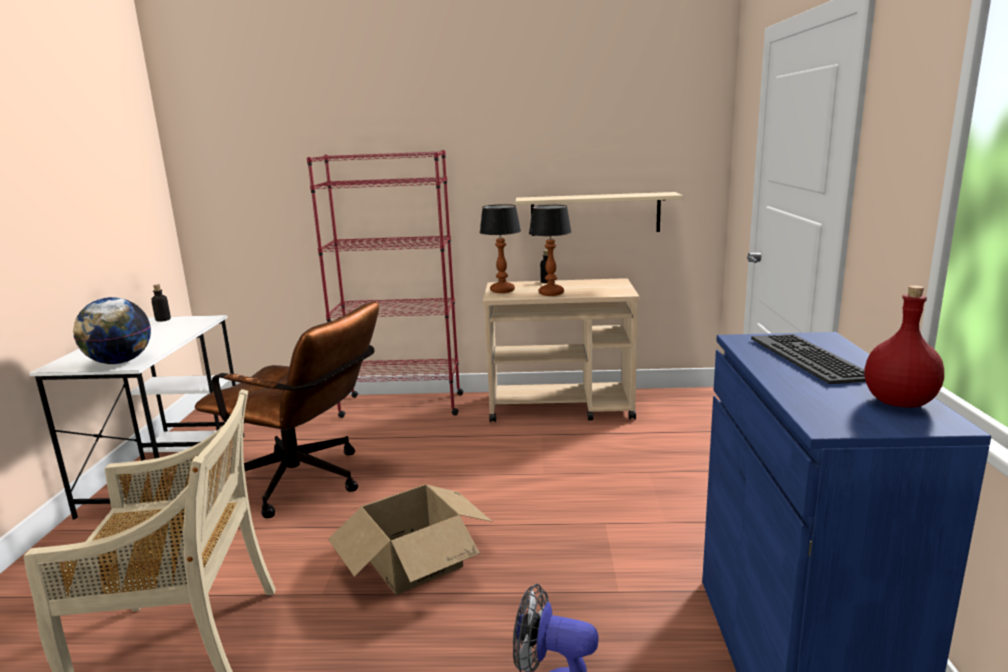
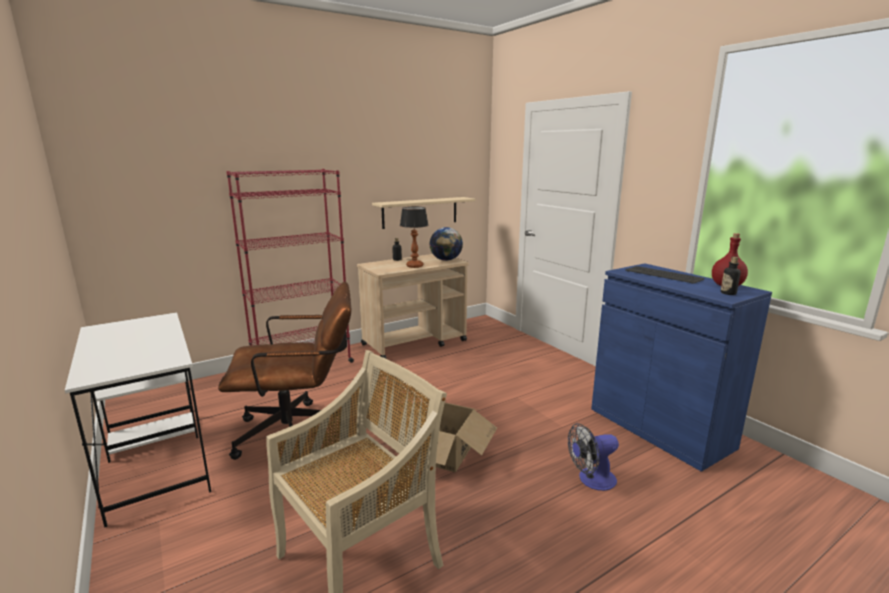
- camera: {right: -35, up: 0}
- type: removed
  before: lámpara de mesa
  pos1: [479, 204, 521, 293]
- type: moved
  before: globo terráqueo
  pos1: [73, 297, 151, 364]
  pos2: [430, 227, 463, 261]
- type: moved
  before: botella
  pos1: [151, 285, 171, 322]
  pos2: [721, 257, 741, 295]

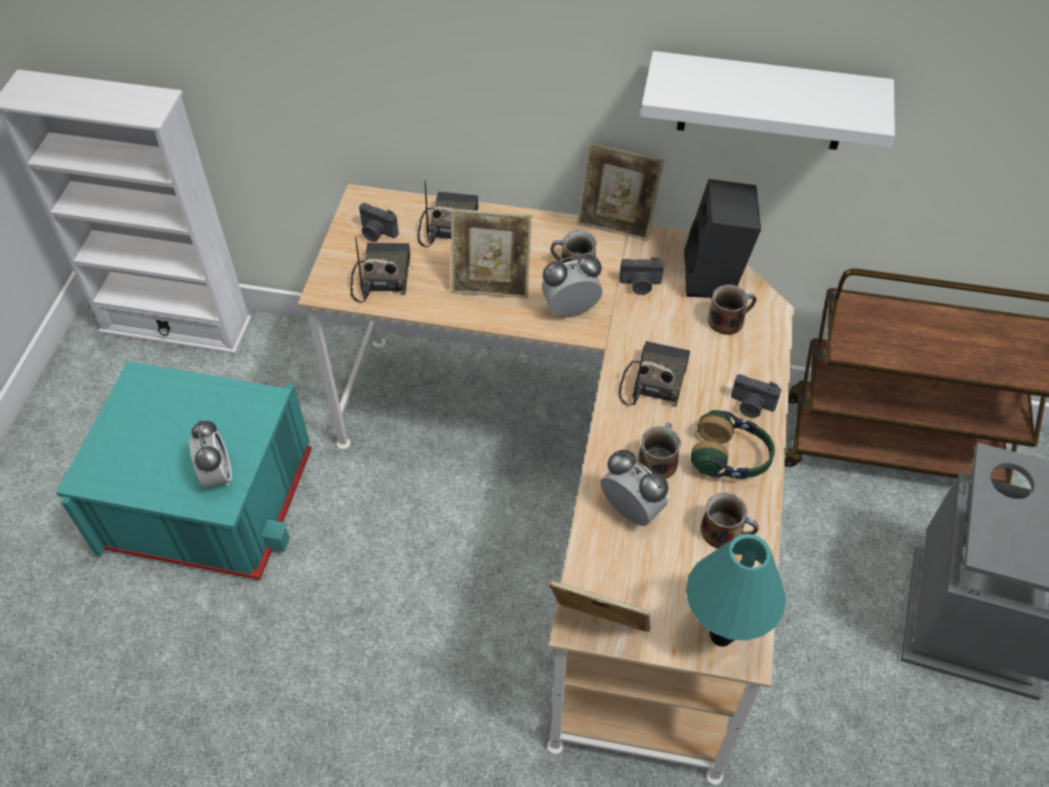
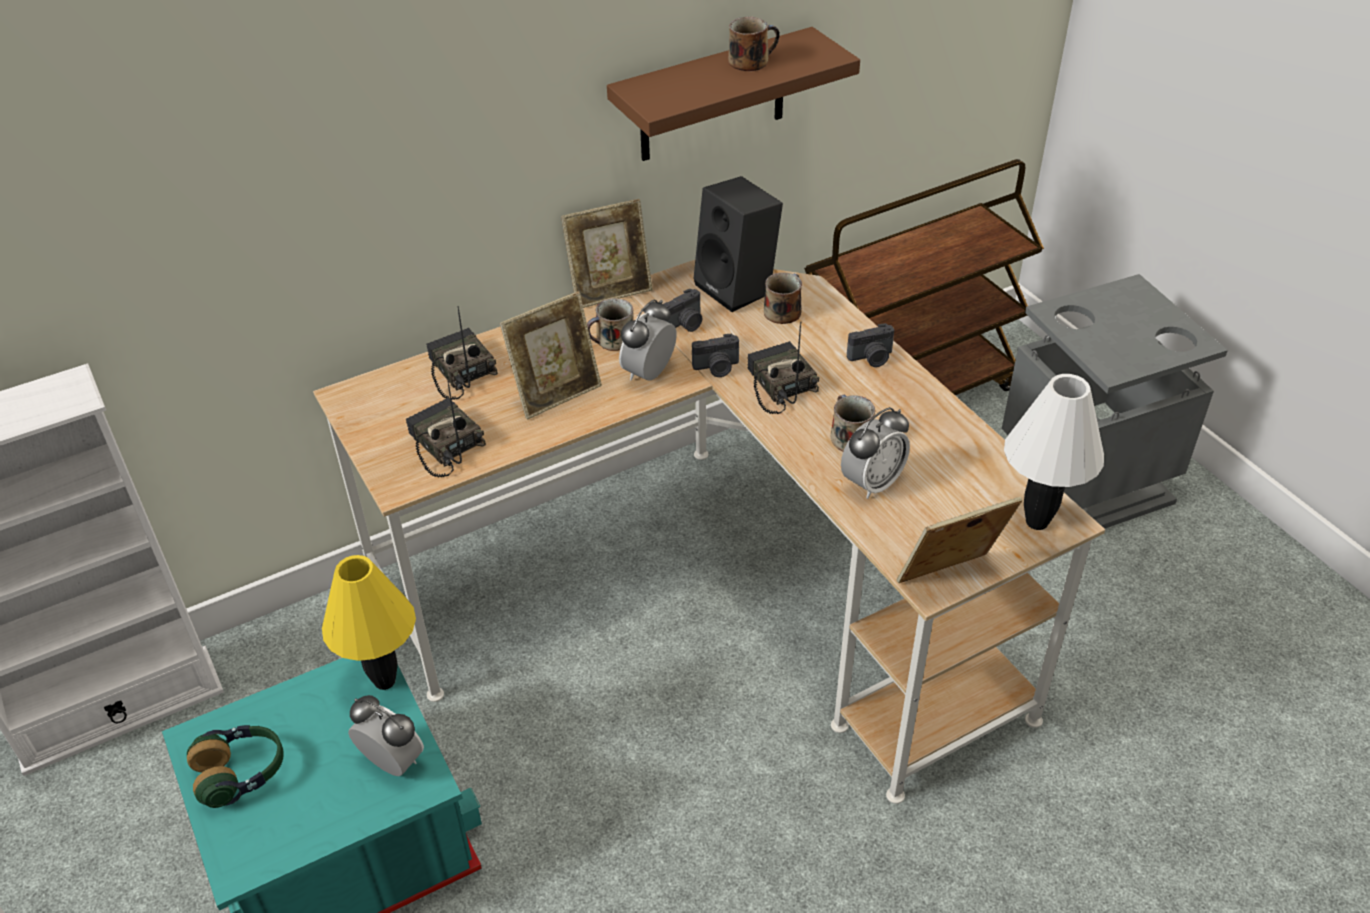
- camera: {right: -40, up: -10}
- type: added
  after: lámpara de mesa/amarillo
  pos2: [322, 555, 416, 690]
- type: moved
  before: cámara
  pos1: [359, 203, 399, 242]
  pos2: [692, 334, 739, 377]
- type: moved
  before: auriculares
  pos1: [691, 410, 775, 479]
  pos2: [187, 725, 284, 808]
- type: moved
  before: taza grande
  pos1: [701, 492, 759, 548]
  pos2: [729, 16, 780, 71]
- type: recoloured
  before: estante/blanco
  after: estante/marrón
  pos1: [641, 51, 895, 150]
  pos2: [607, 27, 860, 161]
- type: recoloured
  before: lámpara de mesa/turquesa
  after: lámpara de mesa/blanco
  pos1: [686, 534, 786, 647]
  pos2: [1004, 374, 1104, 530]
- type: turned
  before: despertador
  pos1: [600, 450, 669, 526]
  pos2: [841, 407, 910, 499]
  turn: 135

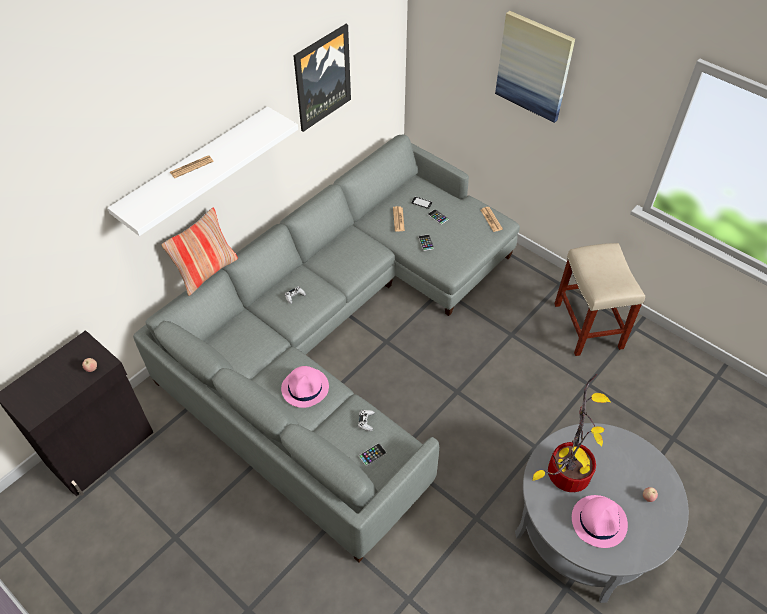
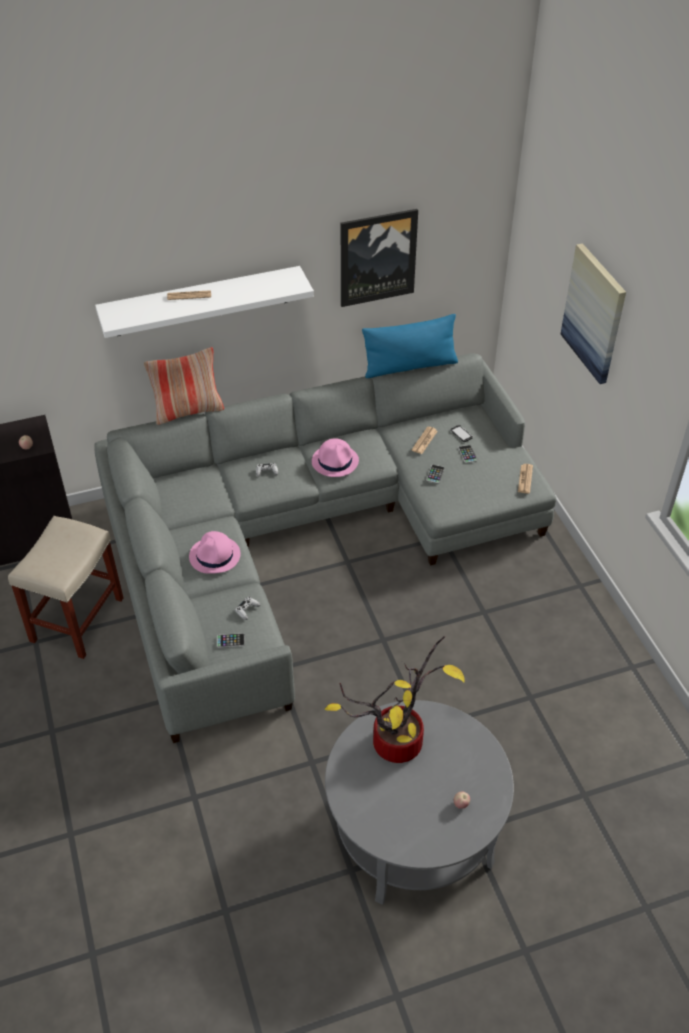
- camera: {right: 30, up: -5}
- type: added
  after: cojín/azul
  pos2: [362, 314, 458, 378]
- type: moved
  before: taburete/beis
  pos1: [554, 243, 645, 356]
  pos2: [8, 516, 123, 659]
- type: moved
  before: sombrero/rosa
  pos1: [572, 495, 628, 548]
  pos2: [312, 438, 359, 477]

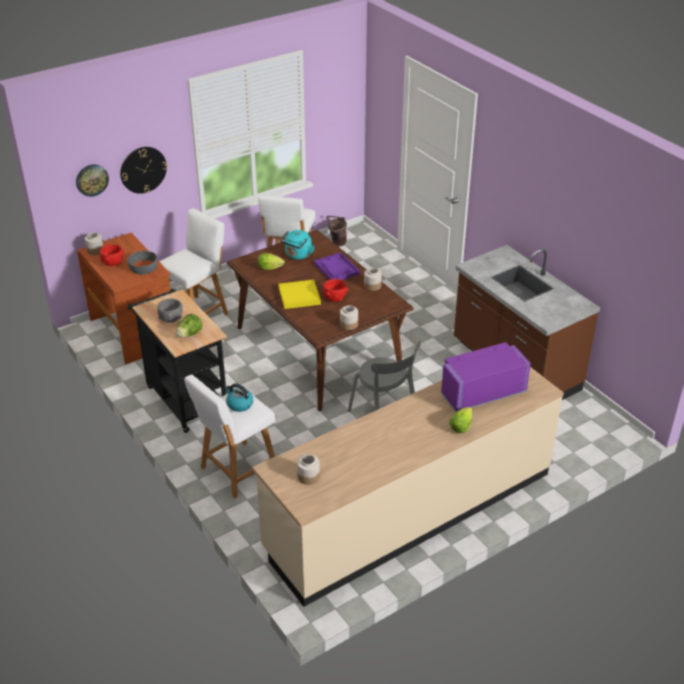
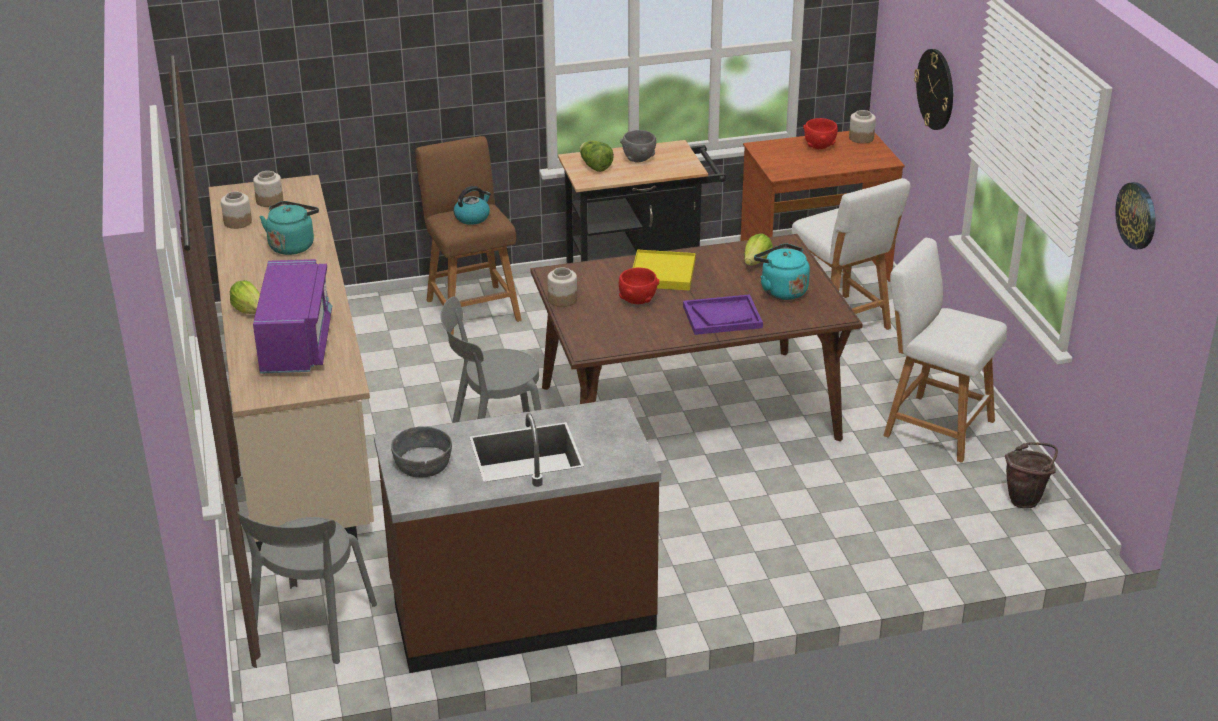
- camera: {right: 110, up: -5}
- type: added
  after: silla/gris
  pos2: [238, 511, 377, 664]
- type: added
  after: hervidor/turquesa
  pos2: [260, 201, 319, 255]
- type: moved
  before: reloj de pared
  pos1: [76, 164, 109, 197]
  pos2: [1115, 182, 1155, 250]
- type: moved
  before: cuenco/gris
  pos1: [128, 250, 157, 274]
  pos2: [391, 426, 452, 478]
- type: moved
  before: tarro
  pos1: [364, 267, 382, 291]
  pos2: [221, 191, 252, 229]
- type: recoloured
  before: taburete/blanco
  after: taburete/marrón
  pos1: [184, 375, 275, 498]
  pos2: [415, 136, 522, 335]

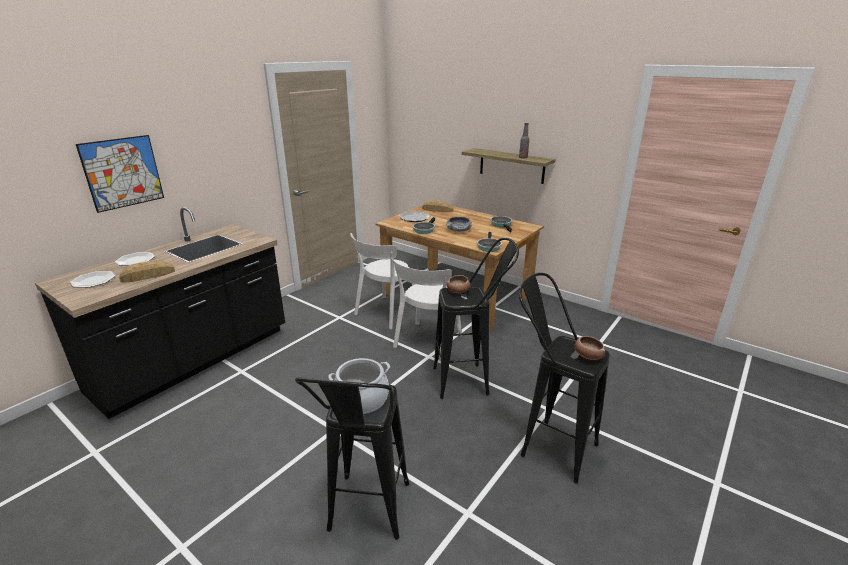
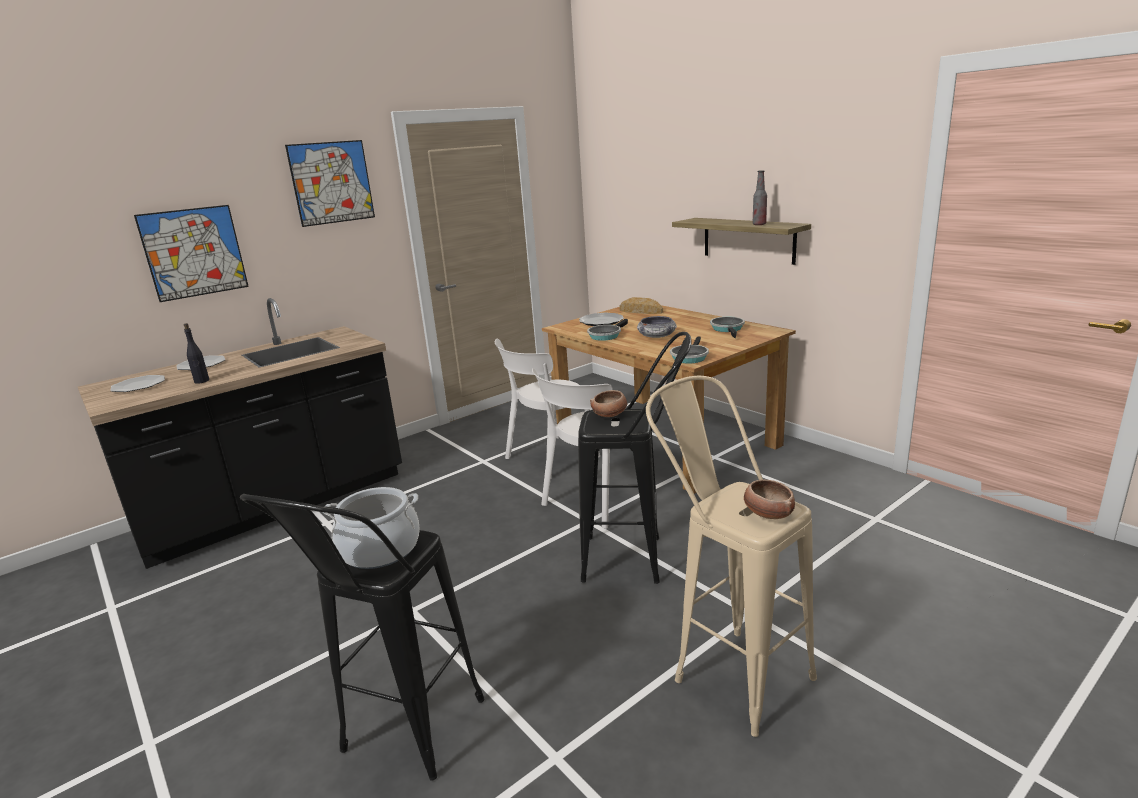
- camera: {right: 15, up: -5}
- type: added
  after: cuadro
  pos2: [285, 140, 375, 227]
- type: replaced
  before: pan
  after: botella/negro
  pos1: [119, 260, 175, 282]
  pos2: [184, 323, 209, 384]
- type: recoloured
  before: taburete/negro
  after: taburete/beis
  pos1: [519, 273, 610, 484]
  pos2: [646, 376, 817, 737]

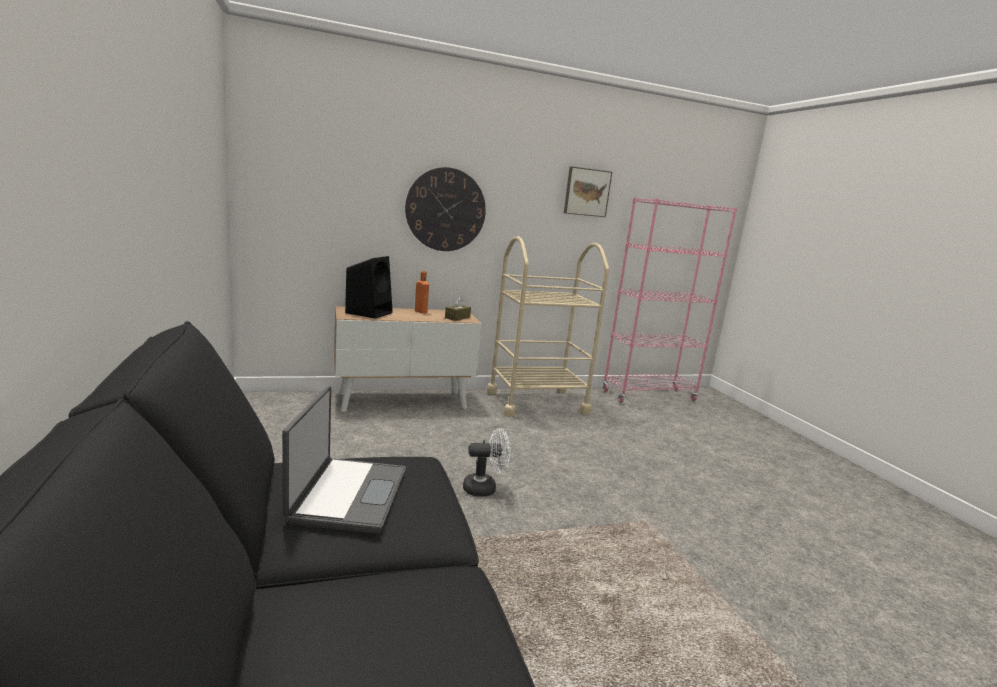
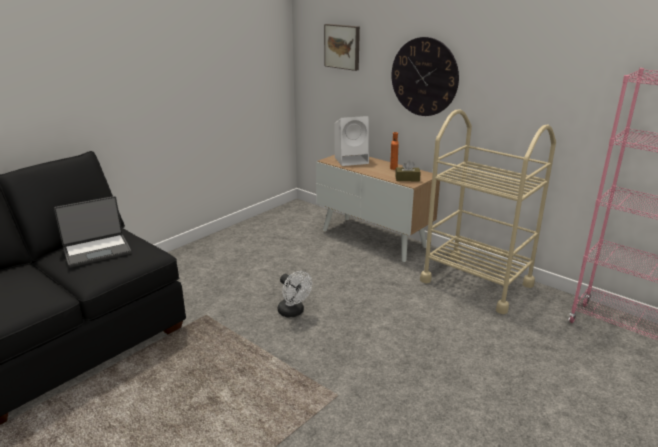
- camera: {right: 60, up: 10}
- type: moved
  before: cuadro
  pos1: [564, 167, 612, 217]
  pos2: [324, 24, 360, 71]
- type: recoloured
  before: altavoz/negro
  after: altavoz/blanco
  pos1: [345, 256, 393, 319]
  pos2: [335, 116, 369, 166]

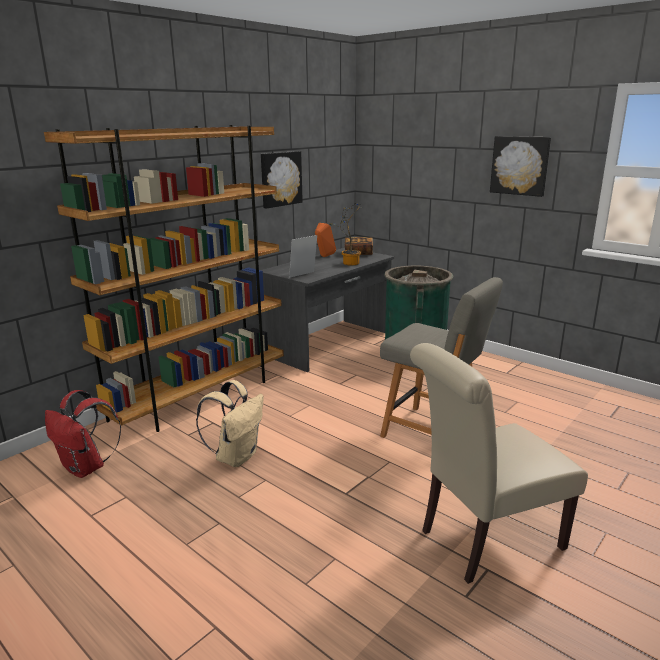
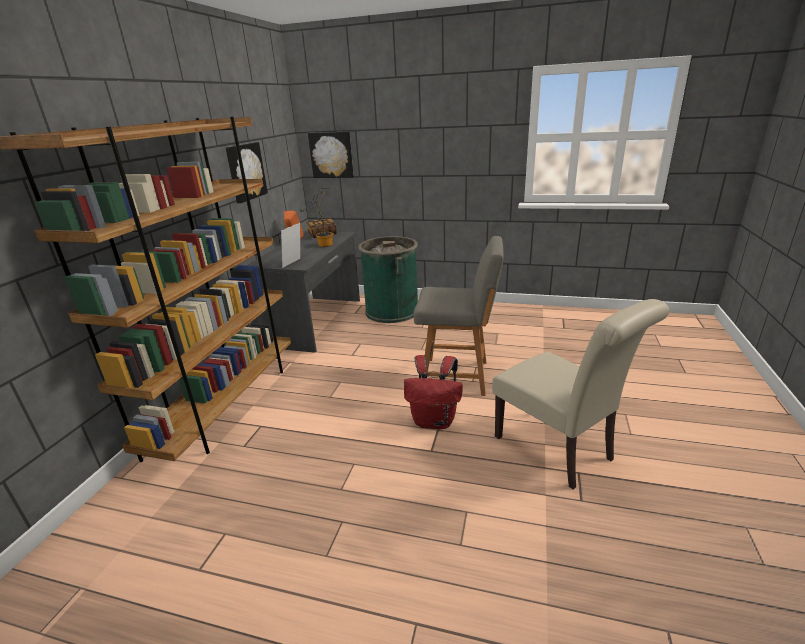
- camera: {right: -25, up: 5}
- type: removed
  before: mochila/beis
  pos1: [196, 380, 263, 467]
- type: moved
  before: mochila/rojo
  pos1: [45, 390, 121, 478]
  pos2: [404, 355, 463, 429]
- type: moved
  before: cuadro
  pos1: [490, 136, 551, 197]
  pos2: [308, 131, 354, 178]
- type: turned
  before: silla/beis
  pos1: [410, 343, 588, 584]
  pos2: [492, 299, 669, 489]
  turn: -75

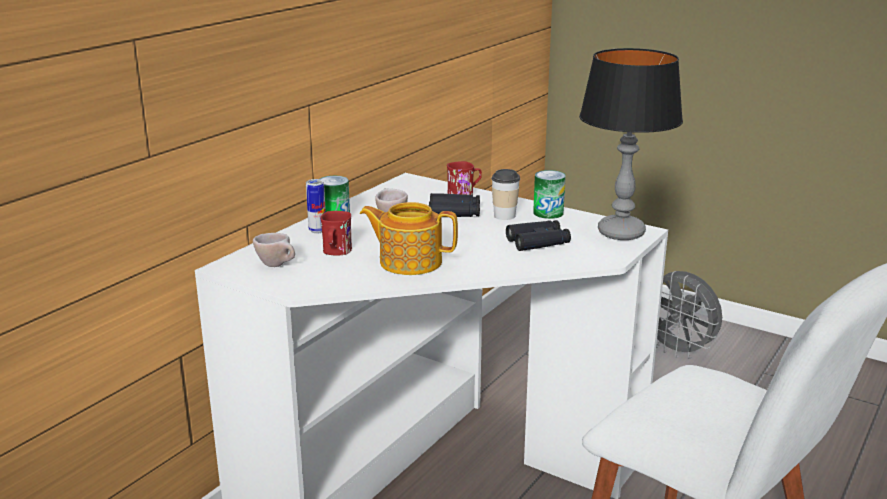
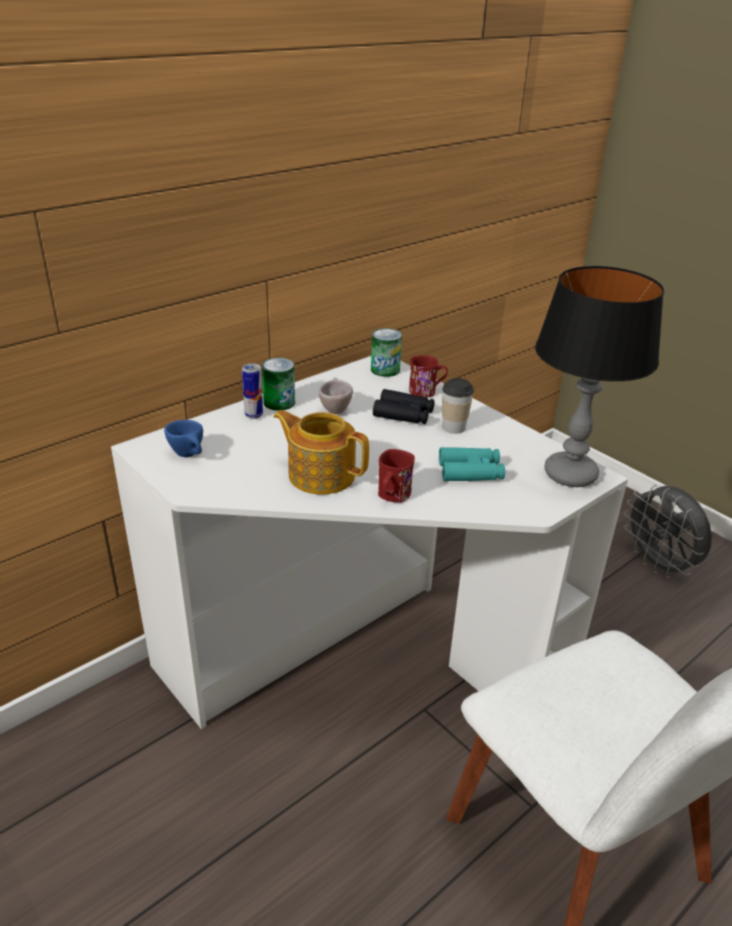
- camera: {right: 15, up: 10}
- type: moved
  before: taza grande/rojo
  pos1: [321, 211, 352, 256]
  pos2: [378, 449, 415, 503]
- type: moved
  before: lata
  pos1: [533, 170, 566, 219]
  pos2: [371, 328, 402, 377]
- type: recoloured
  before: taza/beis
  after: taza/azul
  pos1: [253, 233, 295, 267]
  pos2: [164, 420, 203, 457]
- type: recoloured
  before: prismáticos/negro
  after: prismáticos/turquesa
  pos1: [506, 220, 571, 251]
  pos2: [439, 447, 505, 481]

